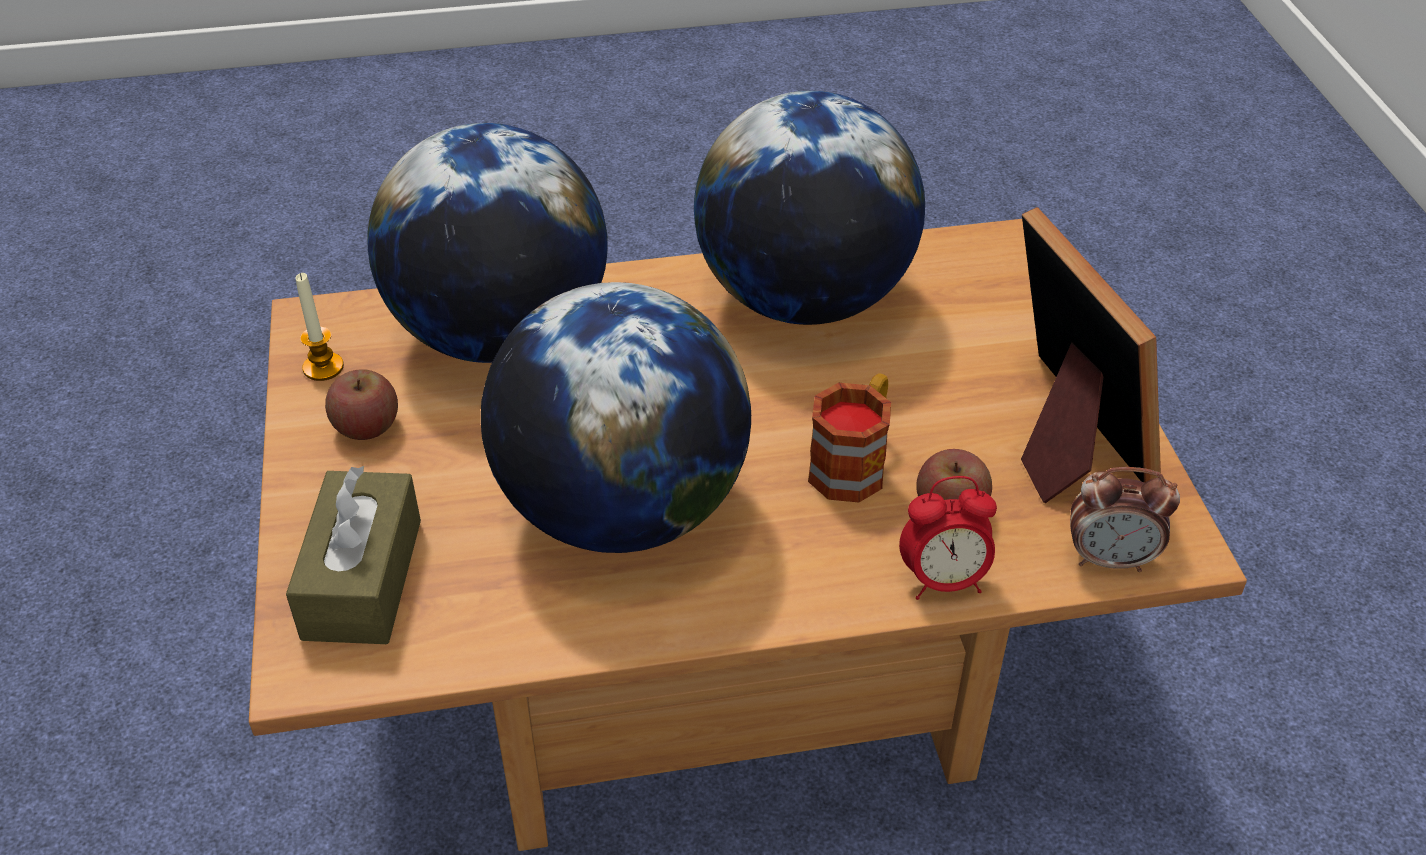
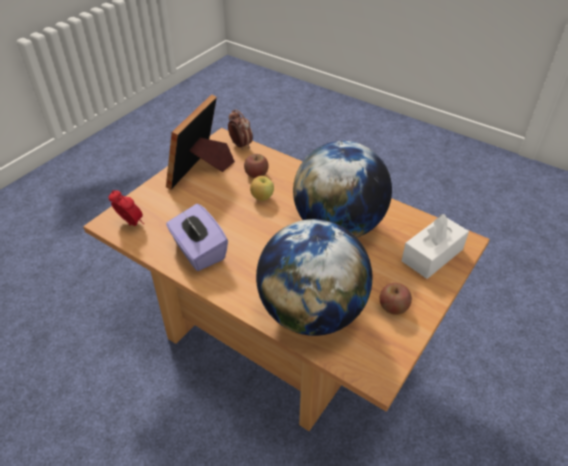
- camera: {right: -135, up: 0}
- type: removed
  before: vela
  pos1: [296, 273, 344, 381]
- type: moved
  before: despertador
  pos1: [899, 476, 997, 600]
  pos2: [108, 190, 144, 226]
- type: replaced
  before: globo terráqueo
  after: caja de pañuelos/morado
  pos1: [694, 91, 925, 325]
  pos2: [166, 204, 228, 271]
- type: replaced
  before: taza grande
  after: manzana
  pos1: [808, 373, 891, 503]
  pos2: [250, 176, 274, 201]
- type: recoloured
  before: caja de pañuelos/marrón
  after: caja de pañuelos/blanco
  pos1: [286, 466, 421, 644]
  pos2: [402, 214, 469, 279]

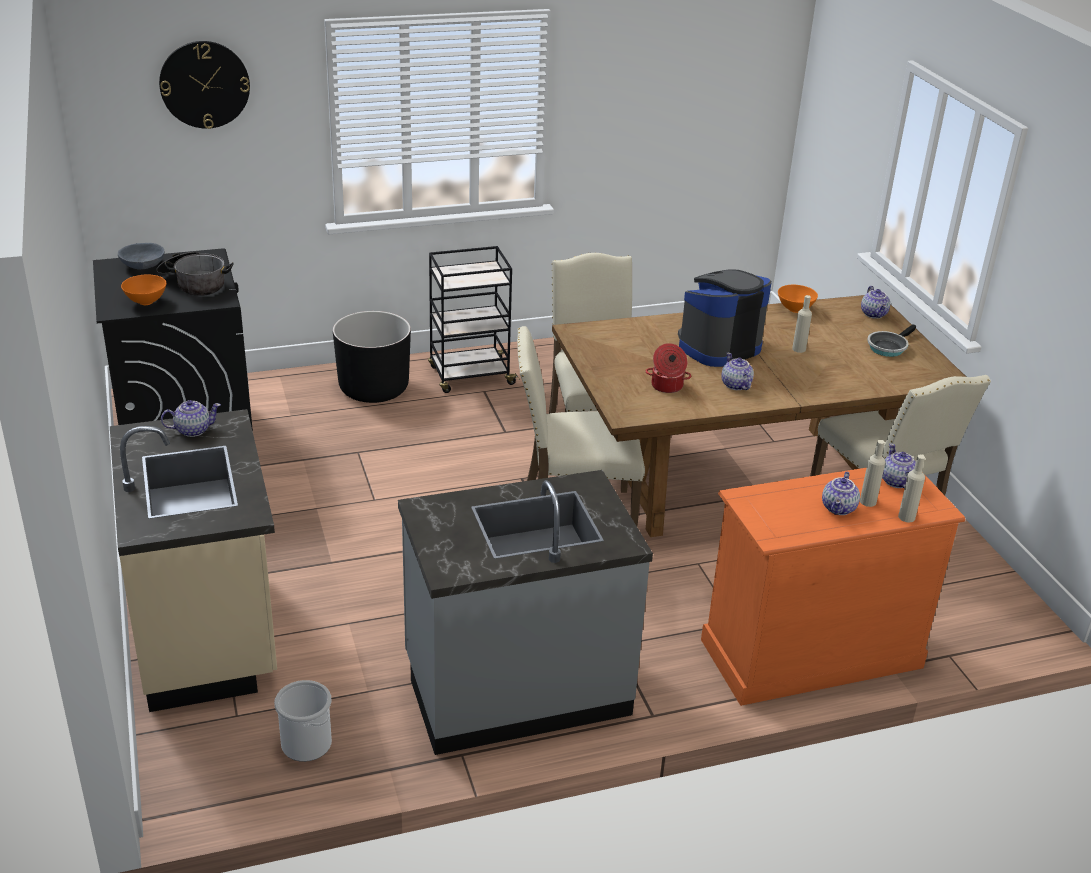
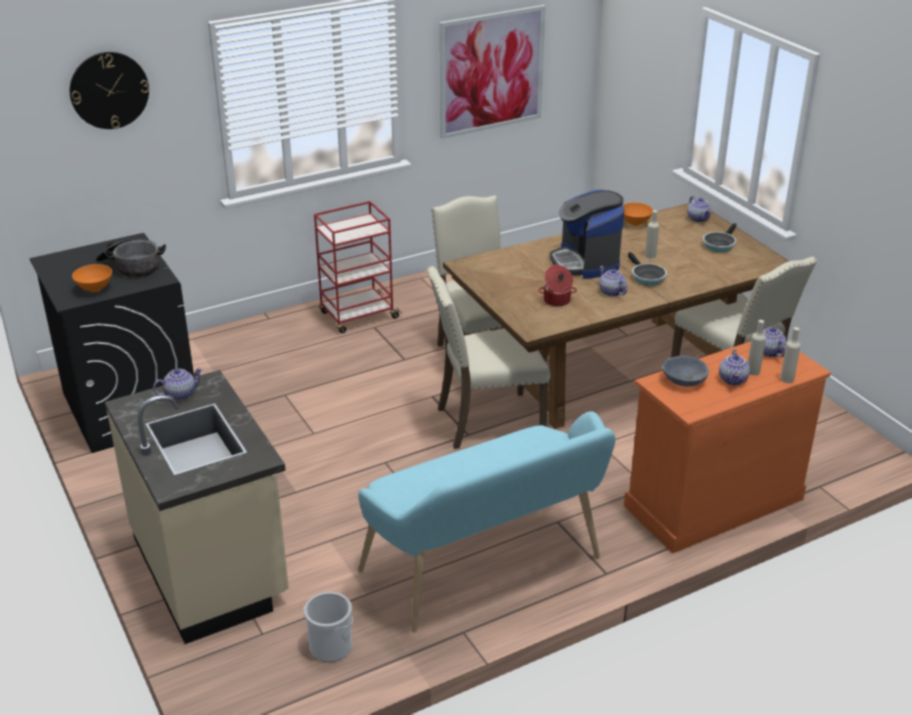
- camera: {right: -10, up: 0}
- type: removed
  before: maceta/negro
  pos1: [333, 311, 411, 403]
- type: added
  after: cuadro
  pos2: [440, 5, 546, 139]
- type: added
  after: sartén
  pos2: [628, 252, 667, 286]
- type: moved
  before: cuenco/gris
  pos1: [118, 243, 165, 269]
  pos2: [663, 355, 709, 387]
- type: replaced
  before: mueble bajo de cocina/gris
  after: banco/turquesa
  pos1: [398, 470, 653, 755]
  pos2: [358, 411, 616, 632]
- type: recoloured
  before: carrito/negro
  after: carrito/rojo
  pos1: [428, 246, 520, 393]
  pos2: [314, 201, 402, 333]
- type: turned
  before: cafetera
  pos1: [678, 270, 772, 367]
  pos2: [550, 189, 625, 279]
  turn: -60

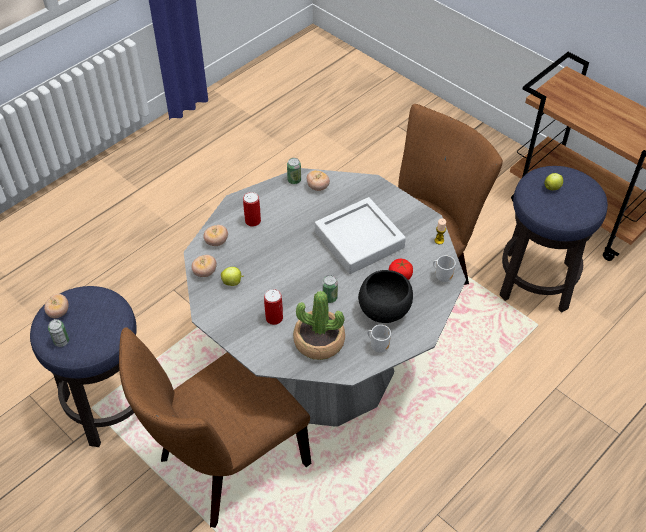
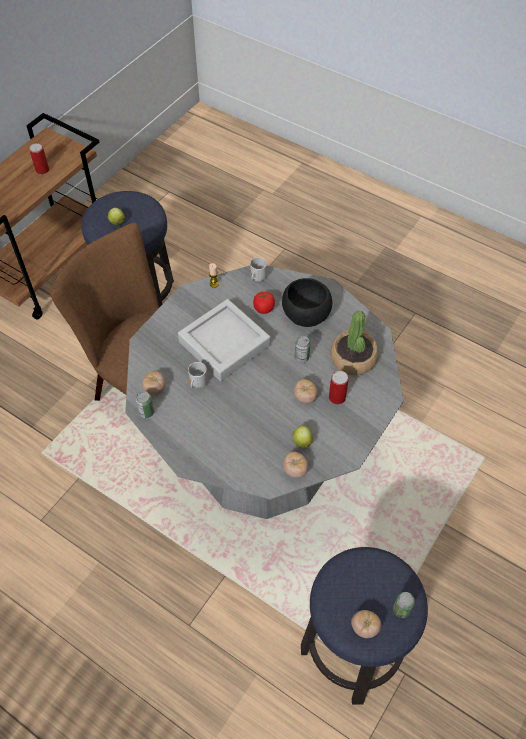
- camera: {right: -100, up: 5}
- type: removed
  before: silla/marrón
  pos1: [119, 327, 311, 528]
- type: moved
  before: tomate
  pos1: [203, 225, 228, 246]
  pos2: [294, 379, 318, 404]
- type: moved
  before: lata
  pos1: [243, 192, 261, 227]
  pos2: [29, 143, 49, 175]
- type: moved
  before: taza grande
  pos1: [367, 325, 391, 353]
  pos2: [188, 362, 207, 388]

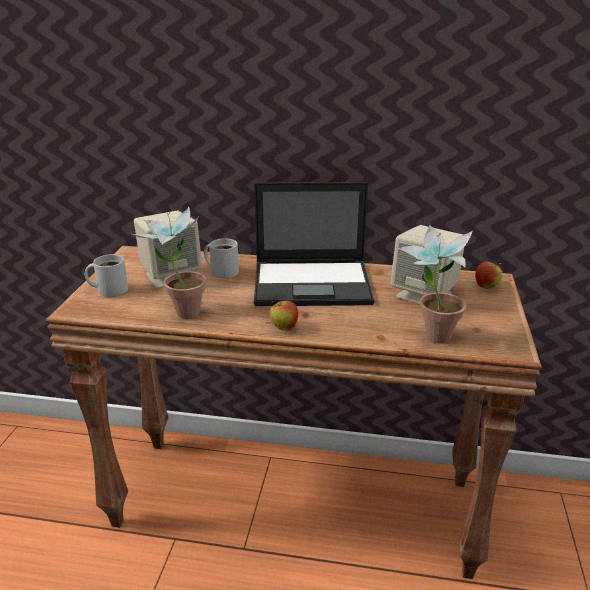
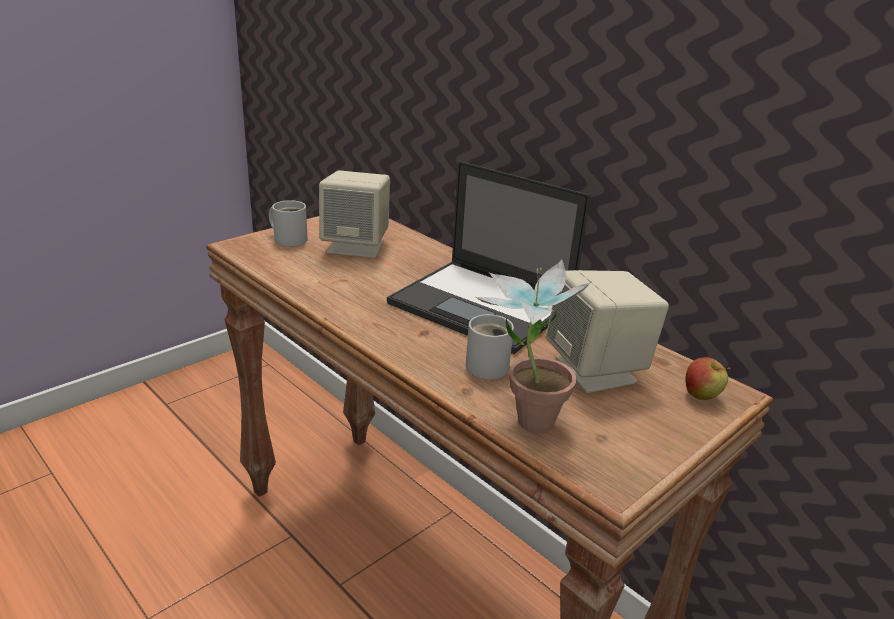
- camera: {right: 35, up: 0}
- type: removed
  before: planta en maceta
  pos1: [130, 207, 207, 319]
- type: removed
  before: manzana
  pos1: [270, 301, 298, 331]
- type: moved
  before: taza grande/blanco
  pos1: [204, 238, 239, 278]
  pos2: [466, 314, 514, 380]

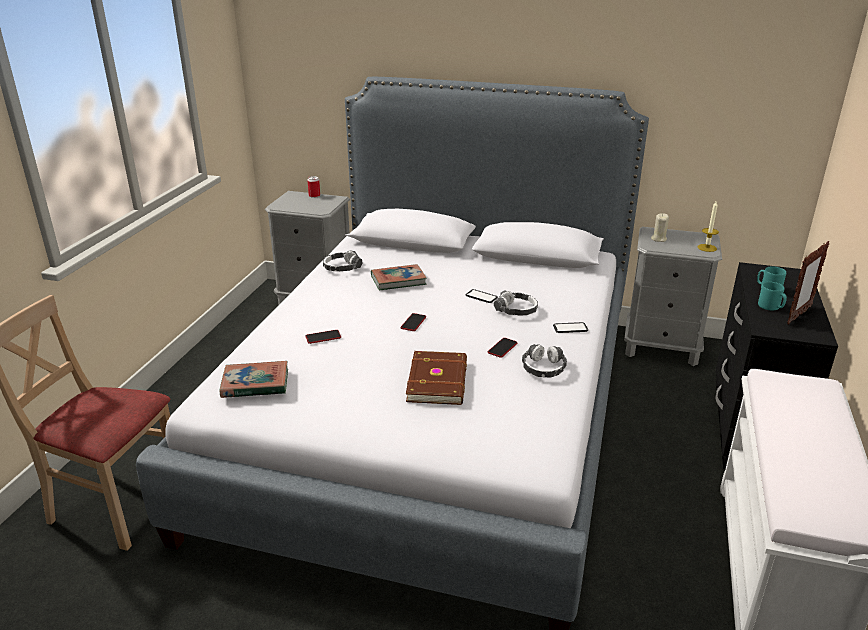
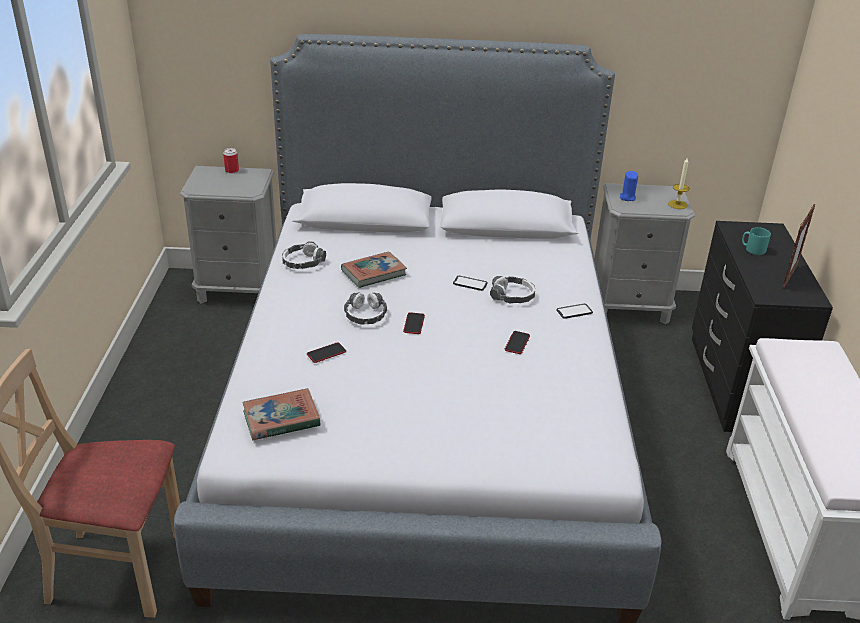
- camera: {right: -15, up: 5}
- type: removed
  before: libro/marrón
  pos1: [406, 351, 467, 405]
- type: removed
  before: taza grande/turquesa
  pos1: [758, 282, 787, 311]
- type: moved
  before: auriculares
  pos1: [522, 344, 567, 378]
  pos2: [344, 292, 387, 325]
- type: recoloured
  before: vela/beis
  after: vela/azul
  pos1: [651, 213, 669, 242]
  pos2: [620, 171, 638, 201]

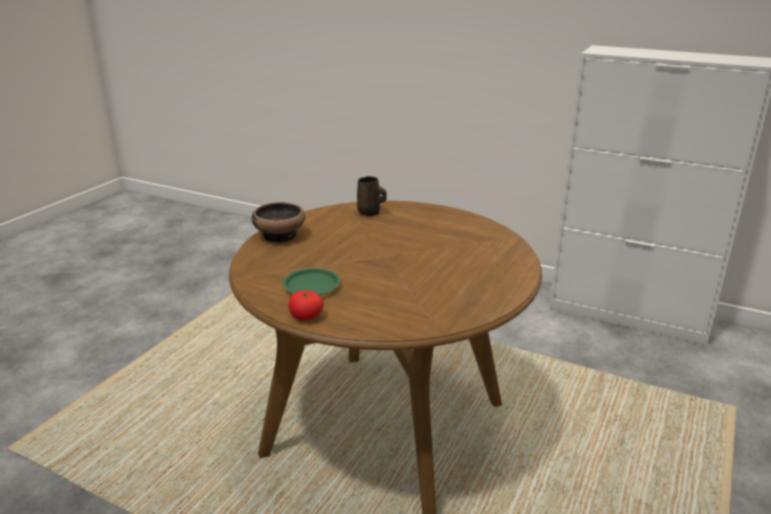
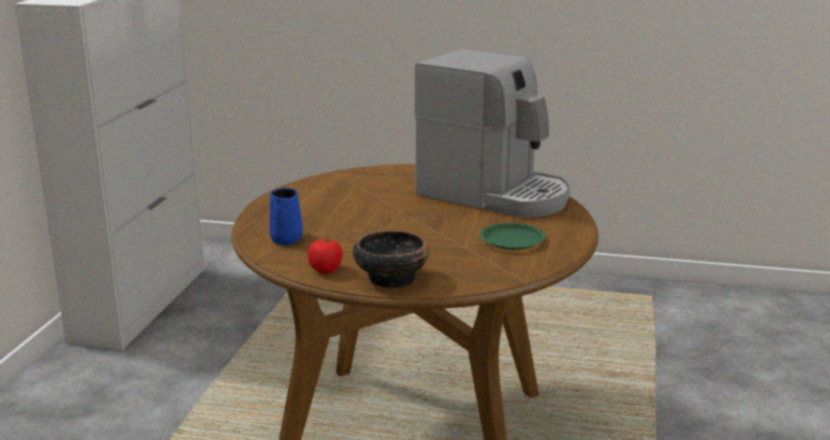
- camera: {right: -105, up: -5}
- type: added
  after: cafetera
  pos2: [415, 49, 570, 218]
- type: moved
  before: tomate
  pos1: [289, 290, 324, 321]
  pos2: [308, 238, 343, 274]
- type: recoloured
  before: taza grande/marrón
  after: taza grande/azul
  pos1: [357, 176, 387, 216]
  pos2: [269, 188, 303, 245]

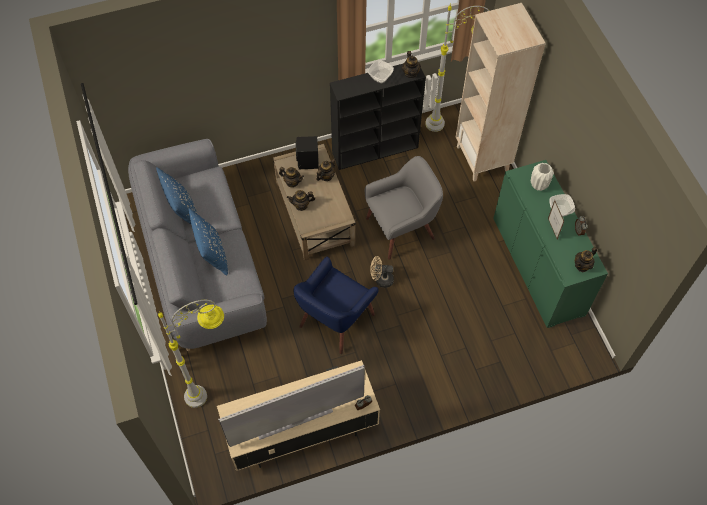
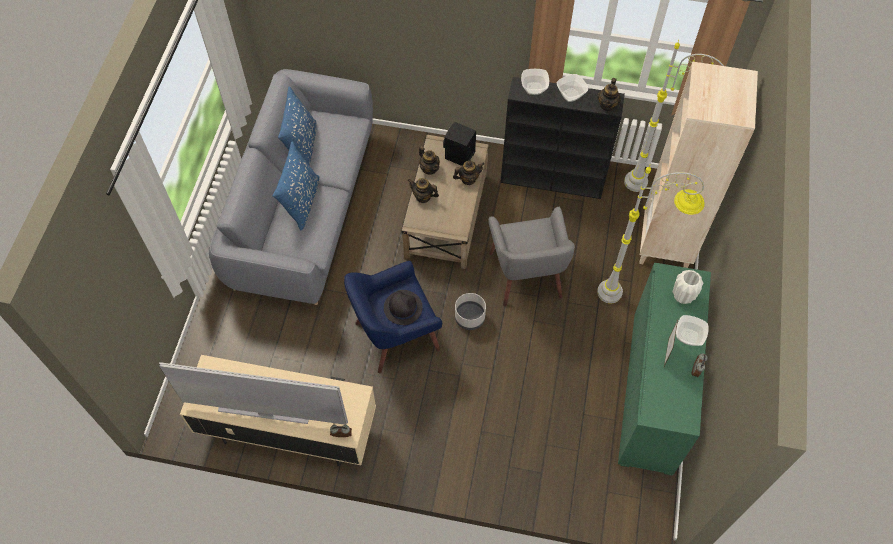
- camera: {right: 30, up: 0}
- type: removed
  before: tetera
  pos1: [575, 247, 597, 272]
- type: added
  after: sombrero/negro
  pos2: [384, 290, 423, 325]
- type: added
  after: cuenco
  pos2: [521, 69, 549, 95]
- type: moved
  before: lámpara de pie/gris
  pos1: [158, 300, 224, 408]
  pos2: [597, 166, 705, 304]
- type: replaced
  before: ventilador/beis
  after: maceta/gris
  pos1: [370, 256, 394, 288]
  pos2: [455, 293, 486, 330]
- type: turned
  before: sillón/gris
  pos1: [364, 156, 443, 260]
  pos2: [488, 207, 575, 306]
  turn: 75

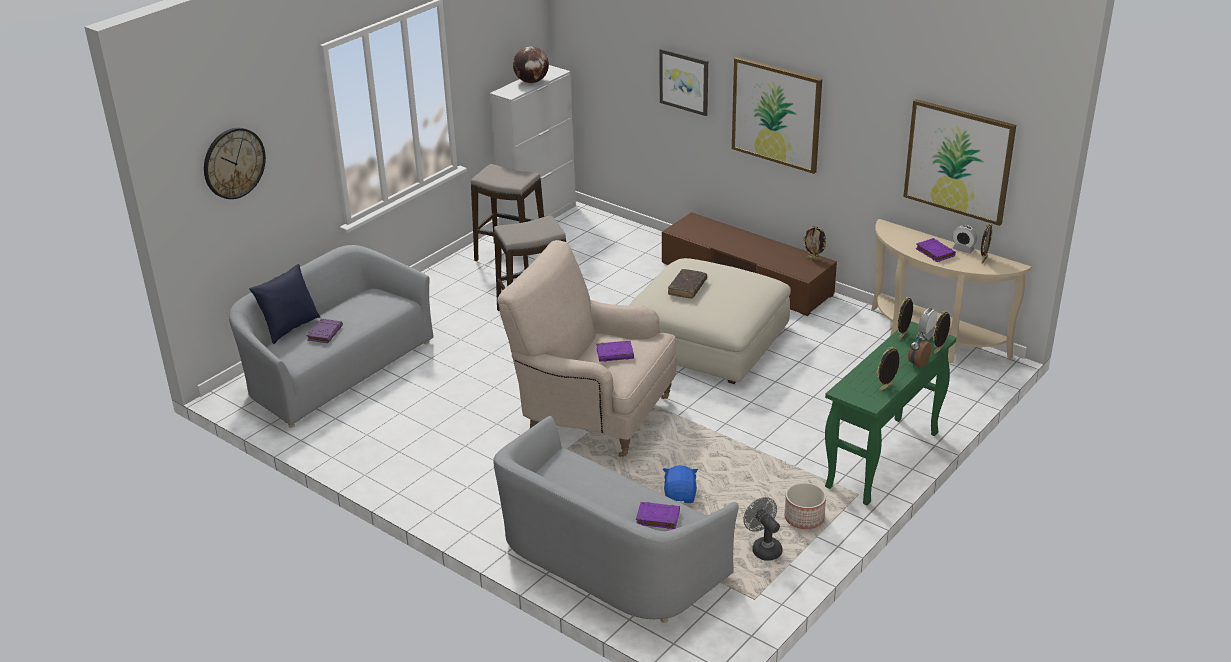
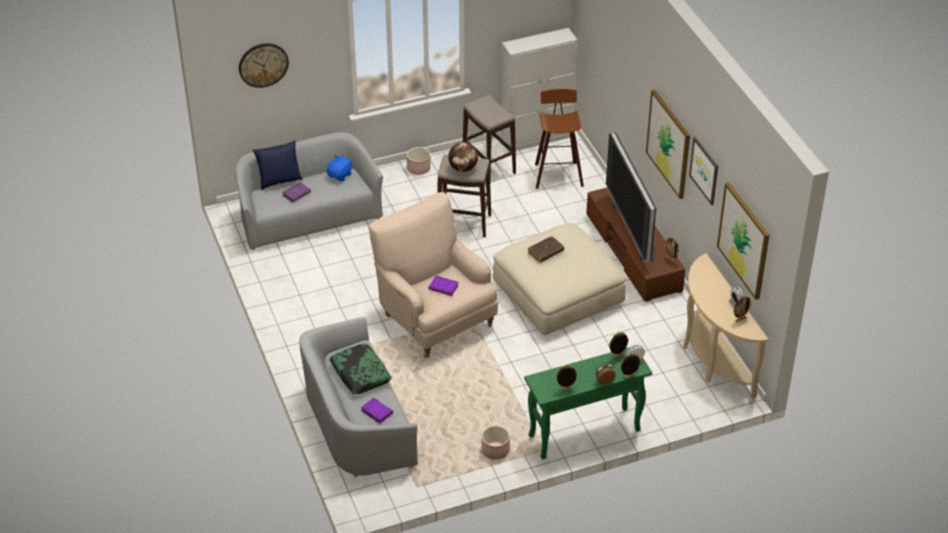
- camera: {right: 30, up: 10}
- type: removed
  before: ventilador/gris
  pos1: [743, 497, 783, 561]
- type: removed
  before: libro/morado
  pos1: [916, 238, 956, 262]
- type: added
  after: cojín
  pos2: [329, 344, 392, 394]
- type: added
  after: maceta
  pos2: [407, 147, 431, 175]
- type: added
  after: taburete
  pos2: [535, 88, 584, 189]
- type: added
  after: televisor
  pos2: [606, 132, 656, 262]
- type: moved
  before: globo terráqueo
  pos1: [513, 46, 549, 83]
  pos2: [448, 142, 478, 172]
- type: moved
  before: cuadro
  pos1: [660, 49, 708, 116]
  pos2: [689, 136, 718, 205]
- type: moved
  before: peluche/azul
  pos1: [663, 465, 698, 503]
  pos2: [326, 155, 353, 182]

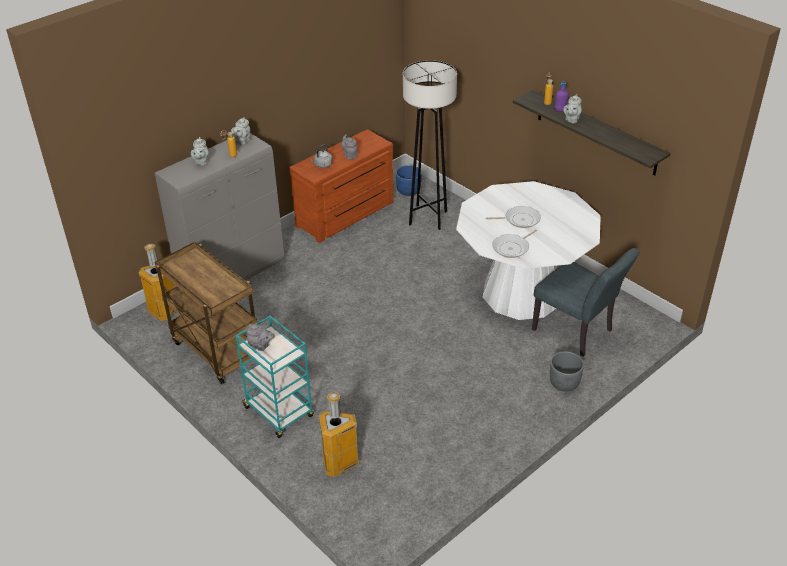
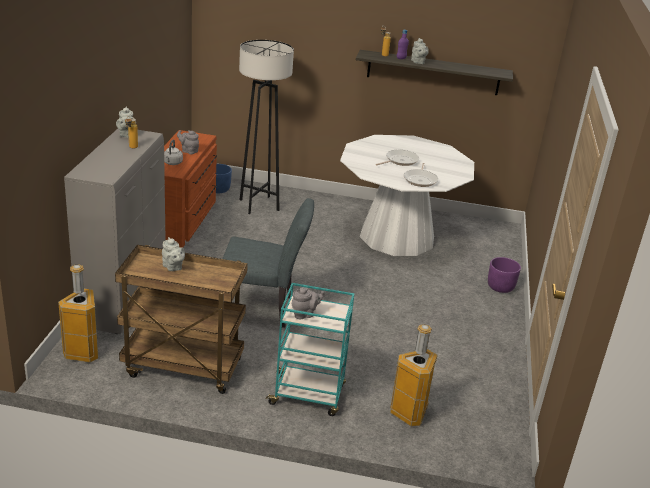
- camera: {right: -40, up: -10}
- type: moved
  before: tetera/gris
  pos1: [191, 137, 208, 166]
  pos2: [162, 237, 185, 271]
- type: moved
  before: silla/gris
  pos1: [532, 248, 639, 357]
  pos2: [222, 198, 314, 328]
- type: recoloured
  before: maceta/gris
  after: maceta/morado
  pos1: [550, 352, 584, 391]
  pos2: [488, 257, 521, 293]

